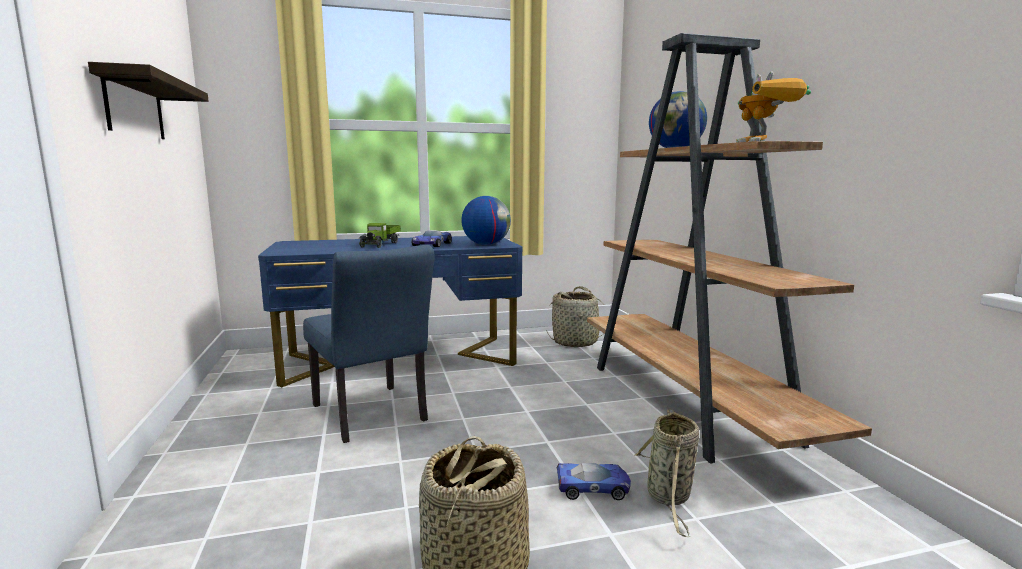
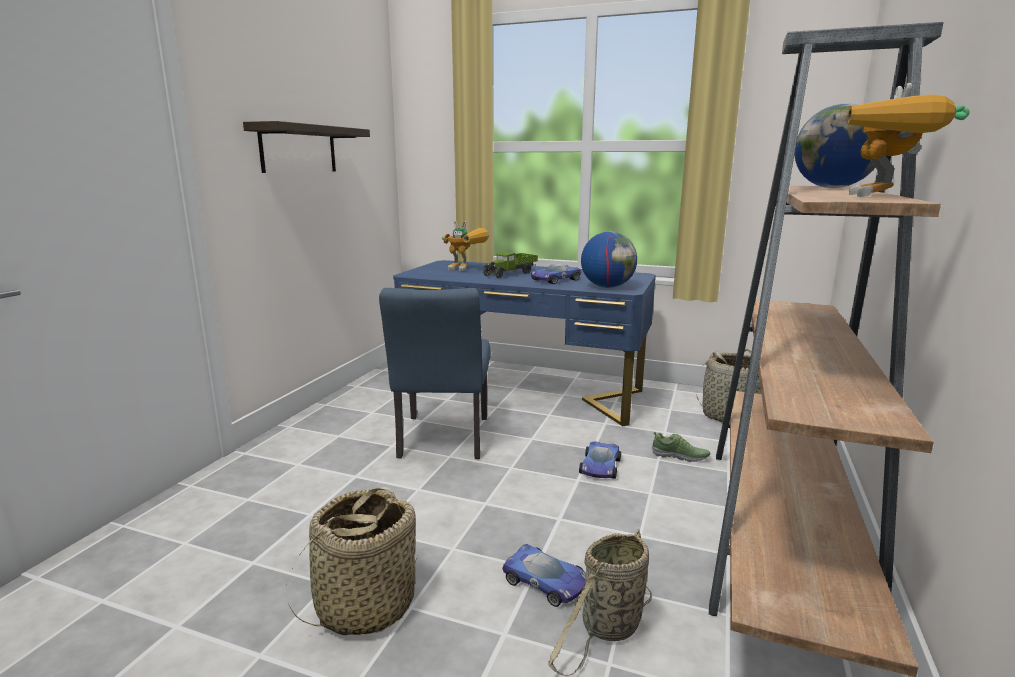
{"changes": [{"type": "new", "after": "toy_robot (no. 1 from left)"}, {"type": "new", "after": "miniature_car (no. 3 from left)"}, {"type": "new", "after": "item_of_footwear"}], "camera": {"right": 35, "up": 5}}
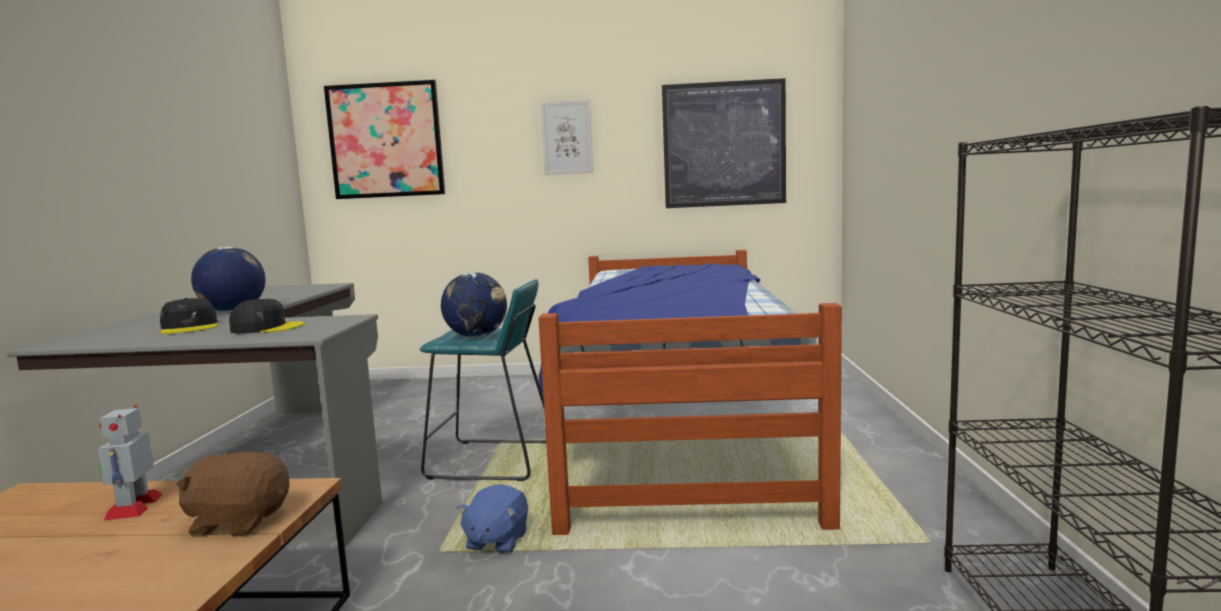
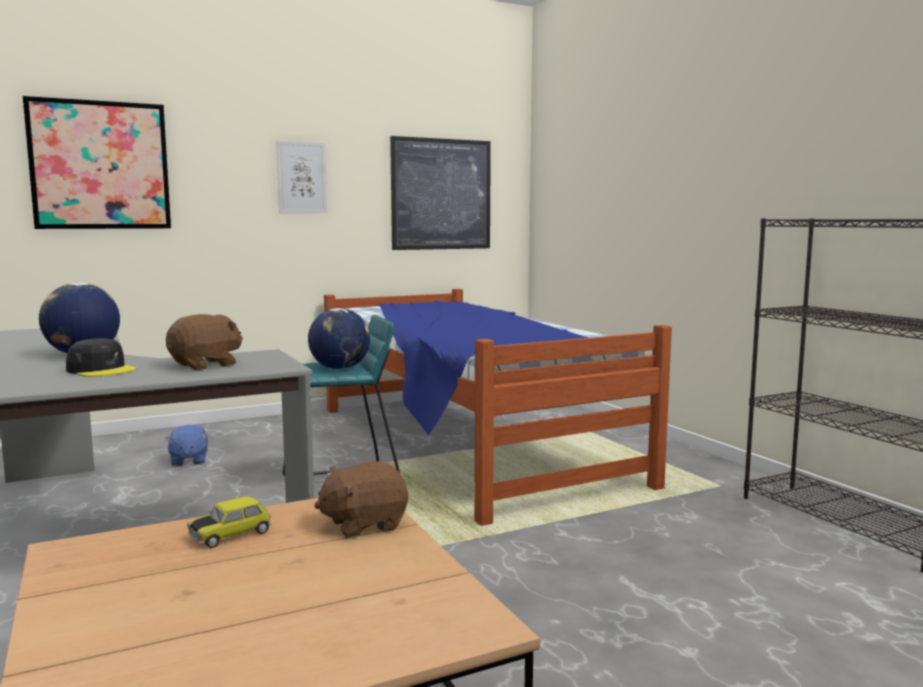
{"changes": [{"type": "shifted", "before": "blue_soft_toy"}, {"type": "swapped", "before": "blackish_peaked_cap (no. 2 from left)", "after": "brownish_soft_toy (no. 1 from left)"}, {"type": "swapped", "before": "toy_robot", "after": "miniature_car"}], "camera": {"right": -30, "up": 0}}
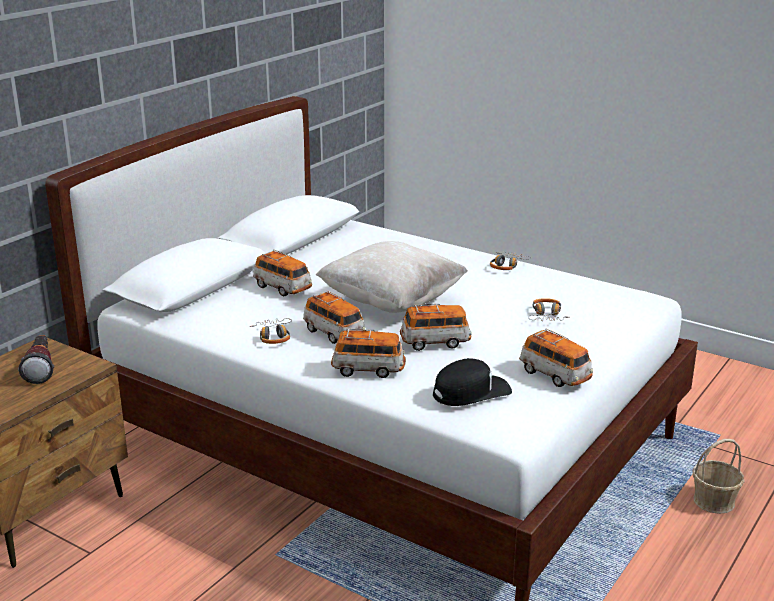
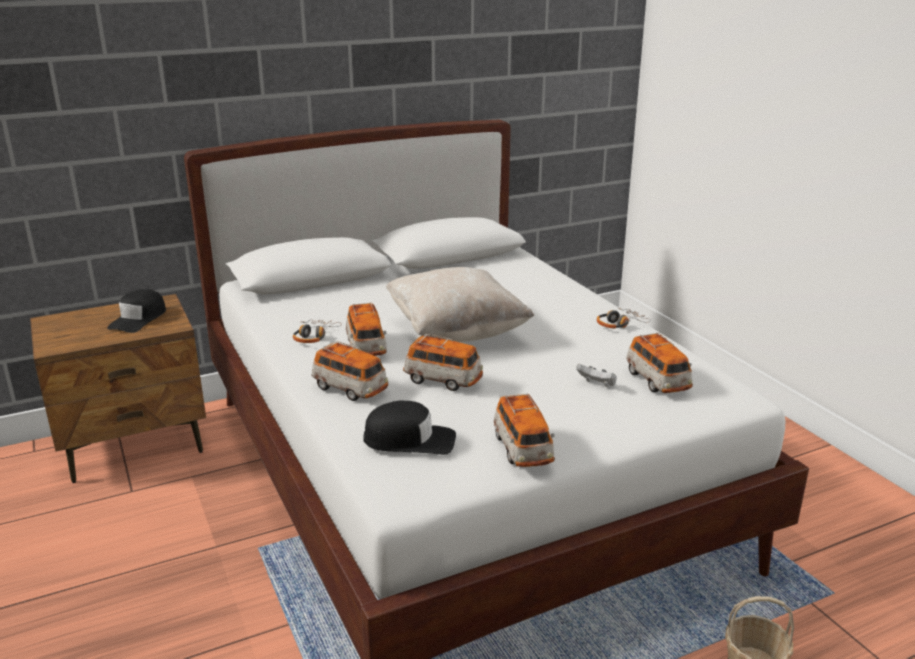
{"changes": [{"type": "swapped", "before": "torch", "after": "blackish_peaked_cap (no. 1 from left)"}, {"type": "swapped", "before": "headphones (no. 3 from left)", "after": "white_joypad"}, {"type": "shifted", "before": "miniature_car (no. 1 from left in the first image)", "after": "miniature_car (no. 5 from left)"}], "camera": {"right": 30, "up": 0}}
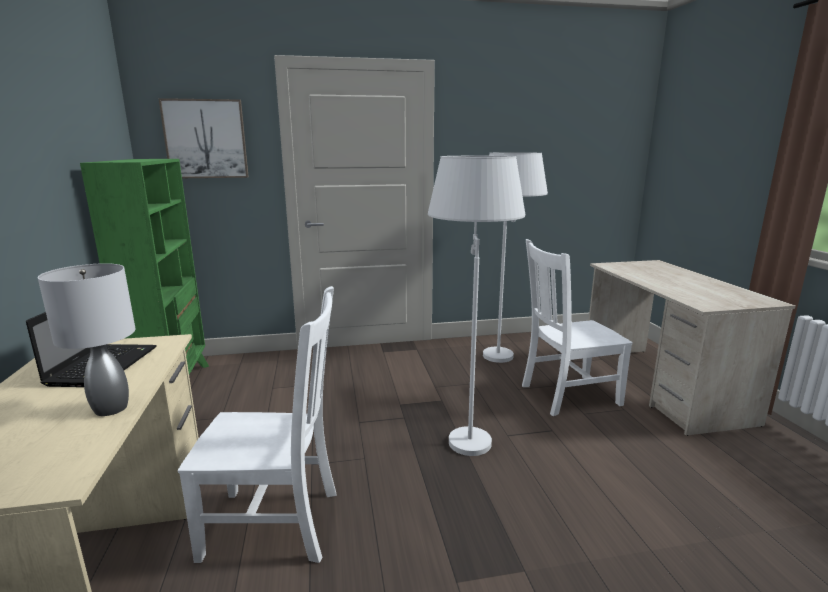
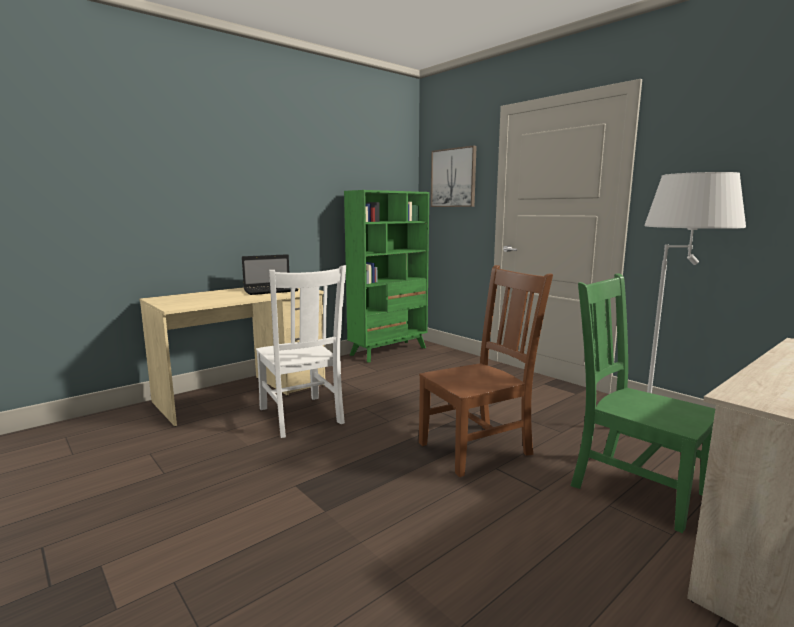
{"changes": [{"type": "swapped", "before": "white_standing_lamp (no. 1 from left)", "after": "brownish_chair"}, {"type": "repainted", "before": "white_chair (no. 2 from left)", "after": "greenish_chair"}, {"type": "gone", "before": "greyish_lamp_for_a_table"}], "camera": {"right": 60, "up": -5}}
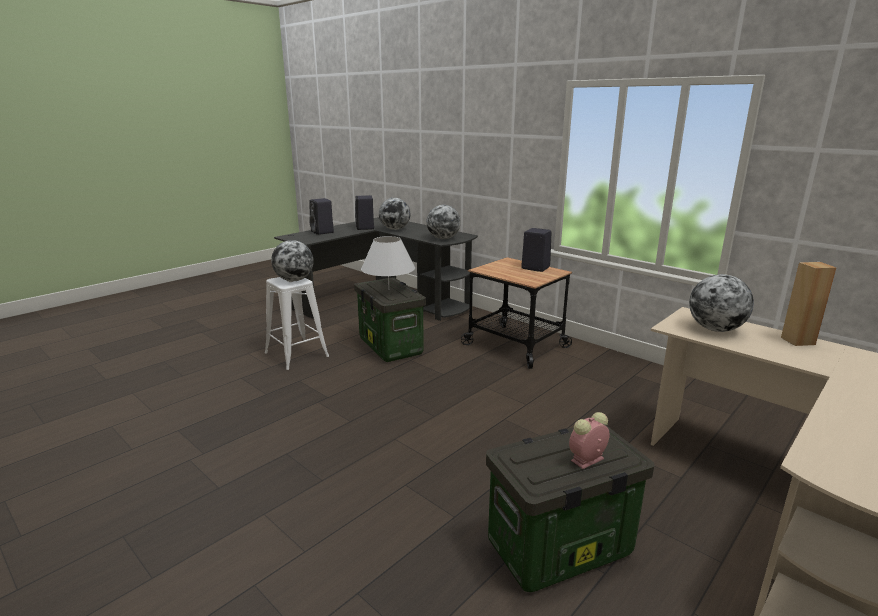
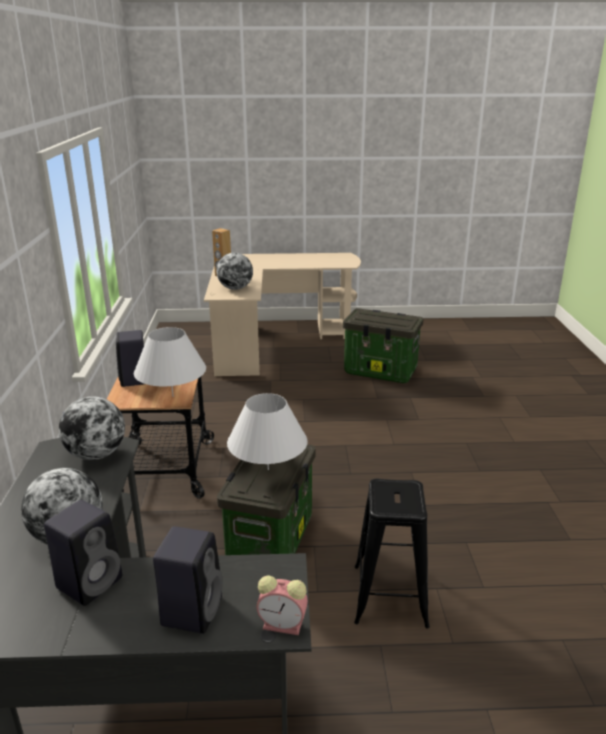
{"changes": [{"type": "new", "after": "white_lamp_for_a_table (no. 1 from left)"}, {"type": "shifted", "before": "bedside_clock"}, {"type": "repainted", "before": "white_stool_seat", "after": "blackish_stool_seat"}, {"type": "gone", "before": "globe (no. 1 from left)"}], "camera": {"right": -135, "up": 5}}
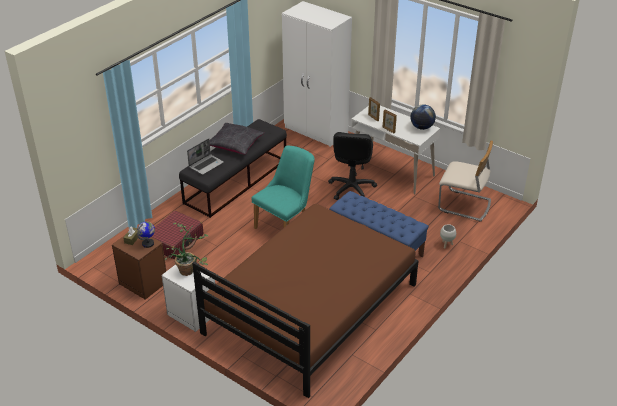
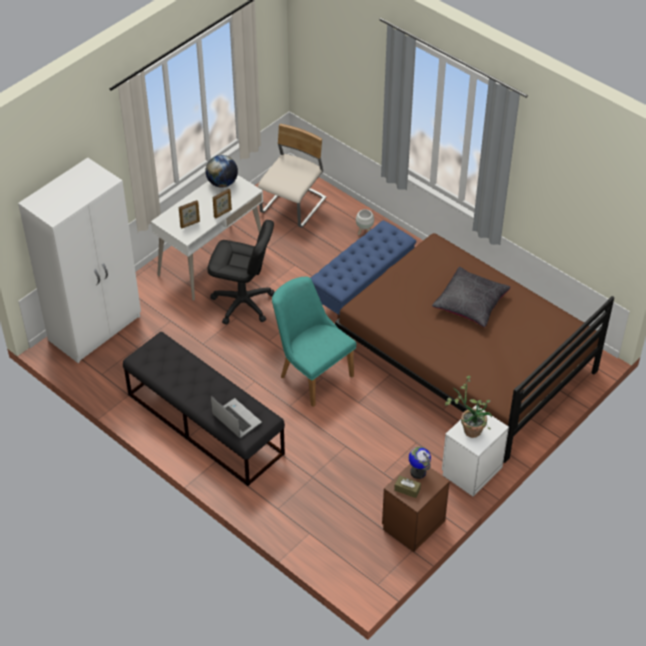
{"changes": [{"type": "shifted", "before": "blackish_pillow"}, {"type": "gone", "before": "red_suitcase"}], "camera": {"right": -85, "up": 10}}
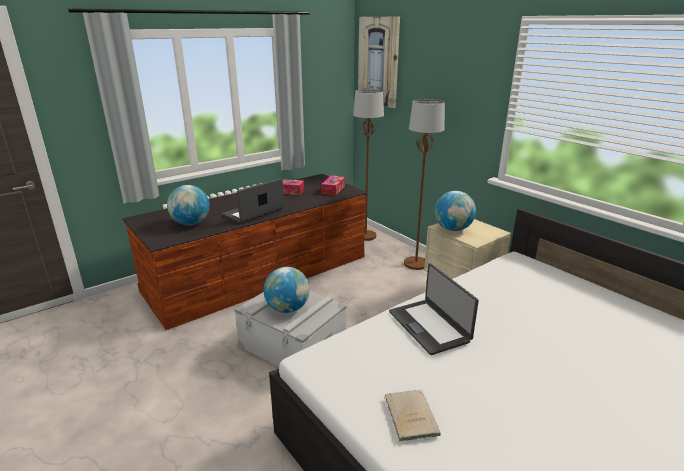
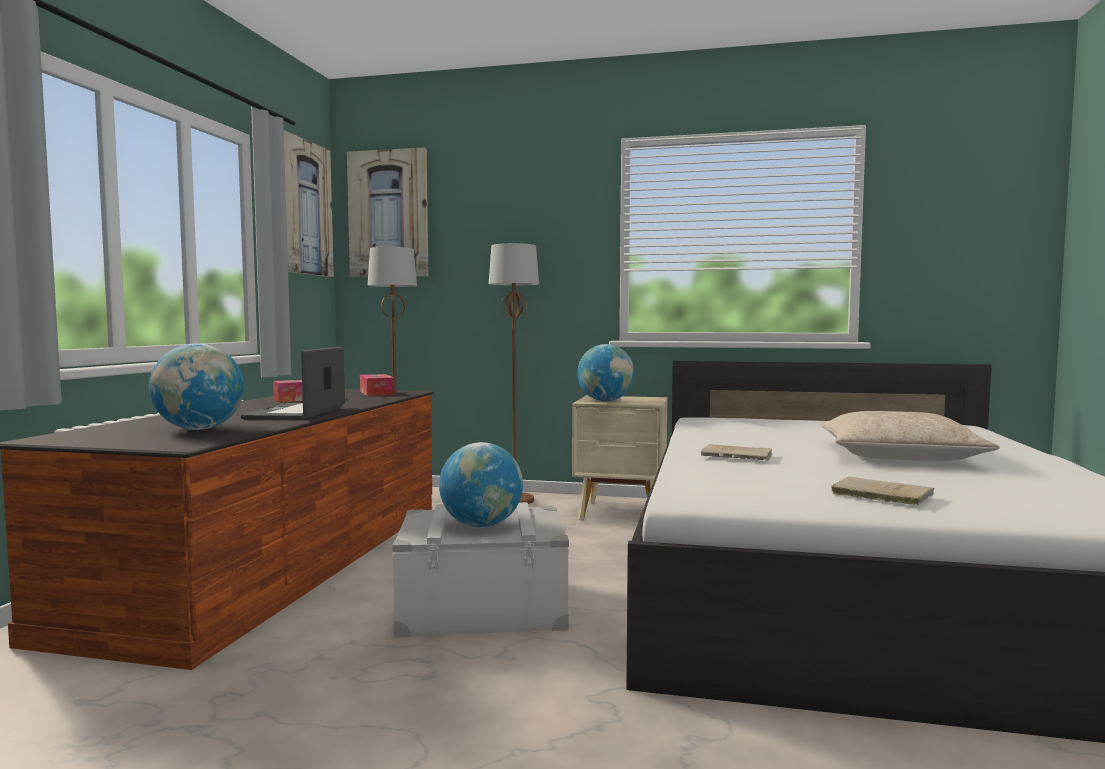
{"changes": [{"type": "new", "after": "wall_picture (no. 1 from left)"}, {"type": "swapped", "before": "laptop (no. 2 from left)", "after": "beige_volume (no. 1 from left)"}, {"type": "new", "after": "beige_pillow"}], "camera": {"right": -40, "up": -20}}
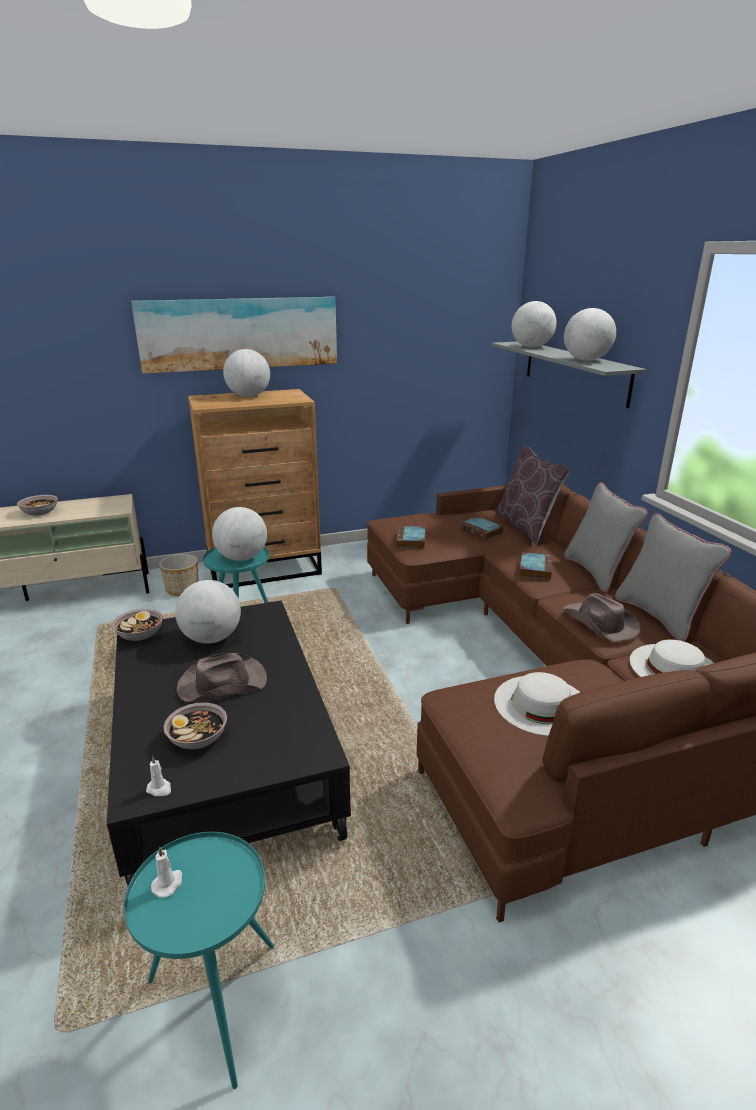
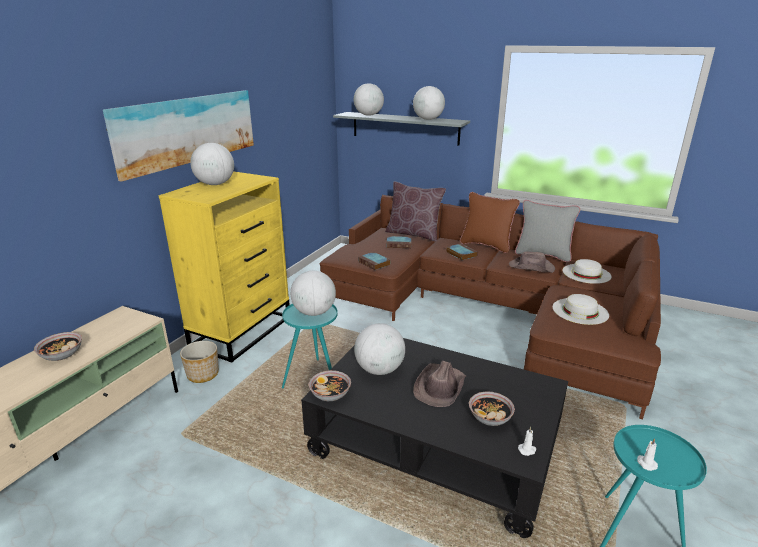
{"changes": [{"type": "repainted", "before": "brownish_drawer_chest", "after": "yellowish_drawer_chest"}, {"type": "repainted", "before": "greyish_pillow (no. 1 from left)", "after": "brownish_pillow (no. 2 from left)"}], "camera": {"right": -45, "up": 0}}
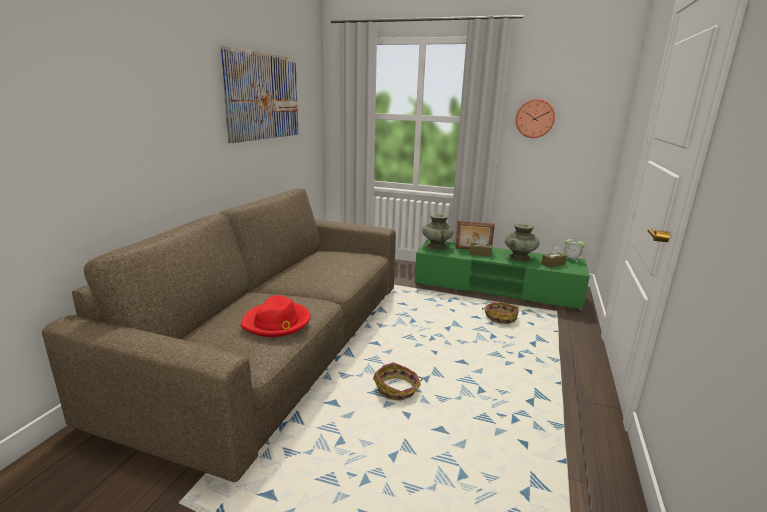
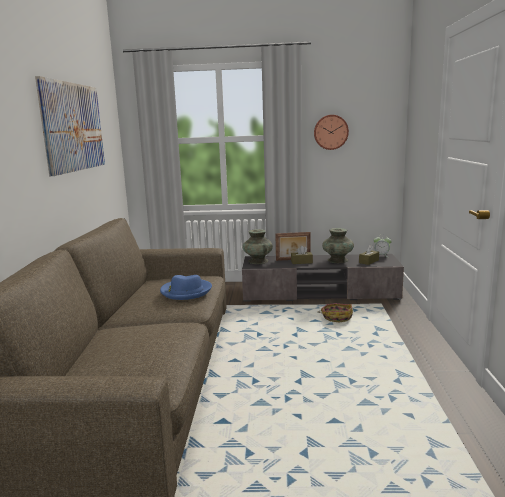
{"changes": [{"type": "new", "after": "blue_hat"}, {"type": "repainted", "before": "greenish_tv_unit", "after": "greyish_tv_unit"}, {"type": "gone", "before": "red_hat"}, {"type": "gone", "before": "storage_basket (no. 1 from left)"}], "camera": {"right": -15, "up": -5}}
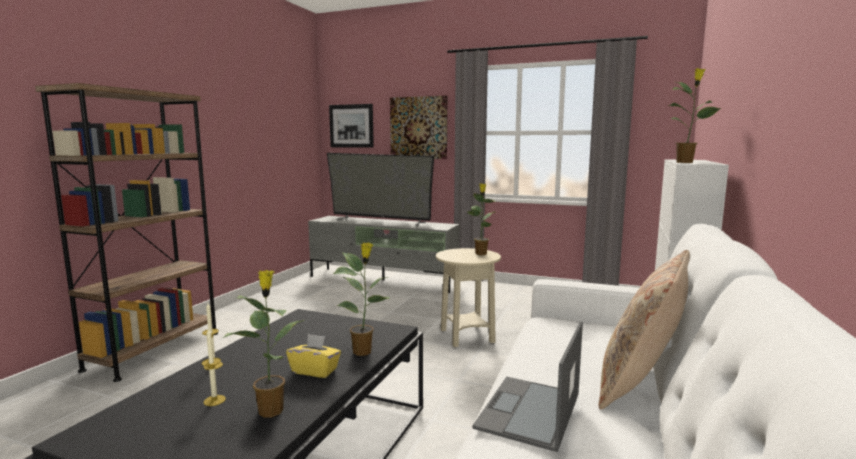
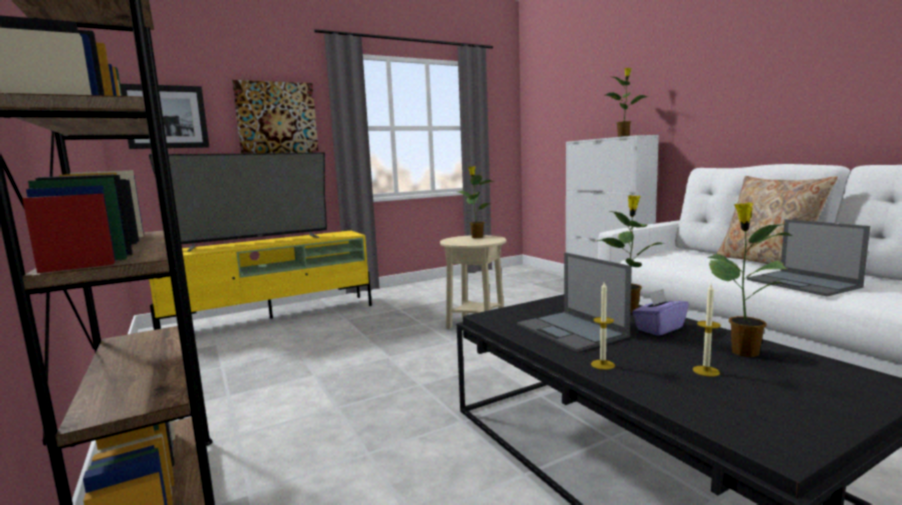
{"changes": [{"type": "repainted", "before": "greyish_tv_unit", "after": "yellowish_tv_unit"}, {"type": "new", "after": "laptop (no. 1 from left)"}, {"type": "repainted", "before": "yellowish_tissue_holder", "after": "purplish_tissue_holder"}], "camera": {"right": -50, "up": 0}}
